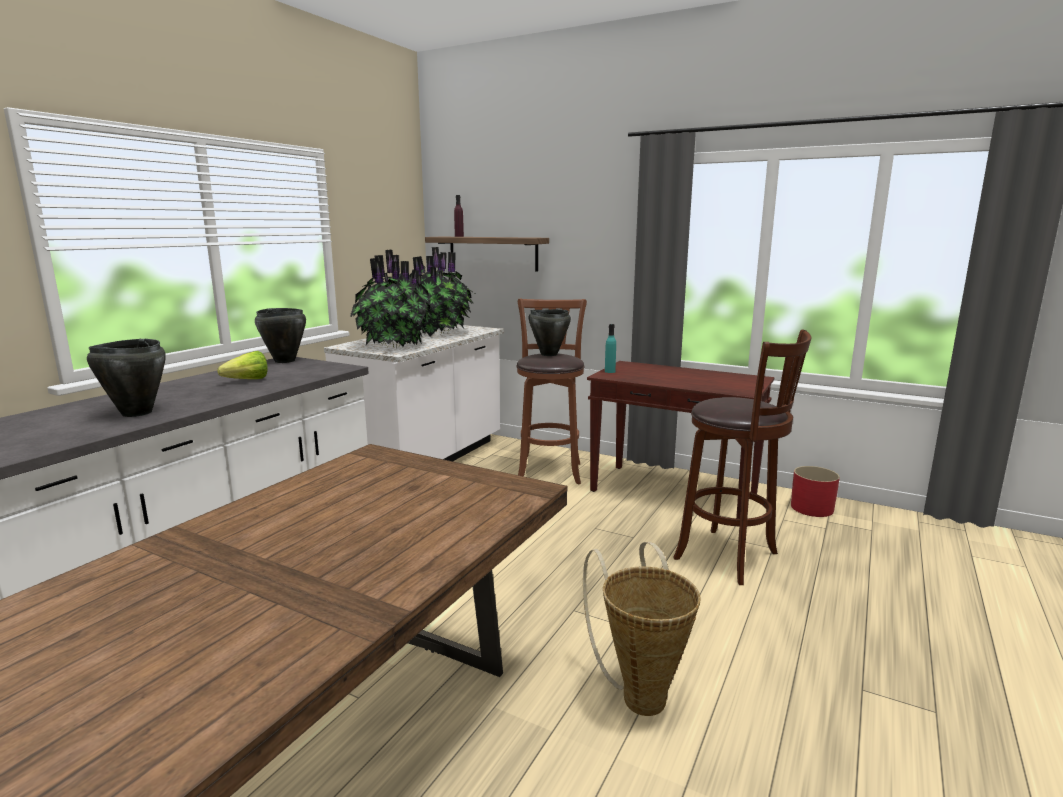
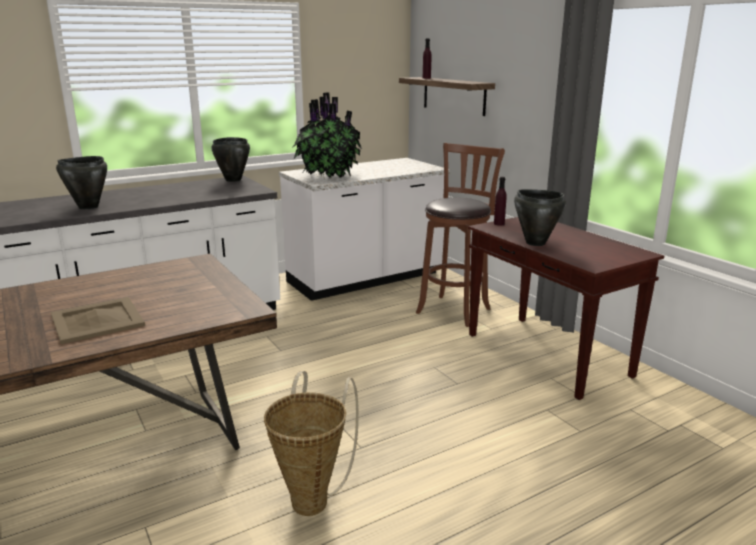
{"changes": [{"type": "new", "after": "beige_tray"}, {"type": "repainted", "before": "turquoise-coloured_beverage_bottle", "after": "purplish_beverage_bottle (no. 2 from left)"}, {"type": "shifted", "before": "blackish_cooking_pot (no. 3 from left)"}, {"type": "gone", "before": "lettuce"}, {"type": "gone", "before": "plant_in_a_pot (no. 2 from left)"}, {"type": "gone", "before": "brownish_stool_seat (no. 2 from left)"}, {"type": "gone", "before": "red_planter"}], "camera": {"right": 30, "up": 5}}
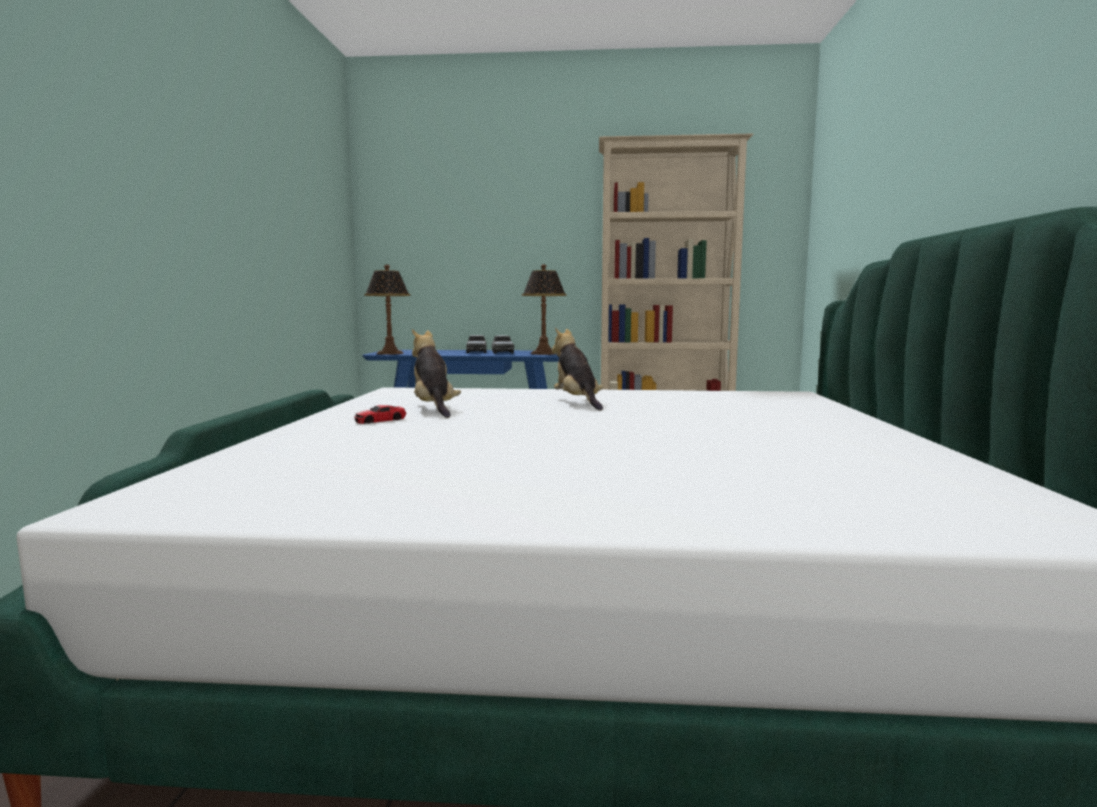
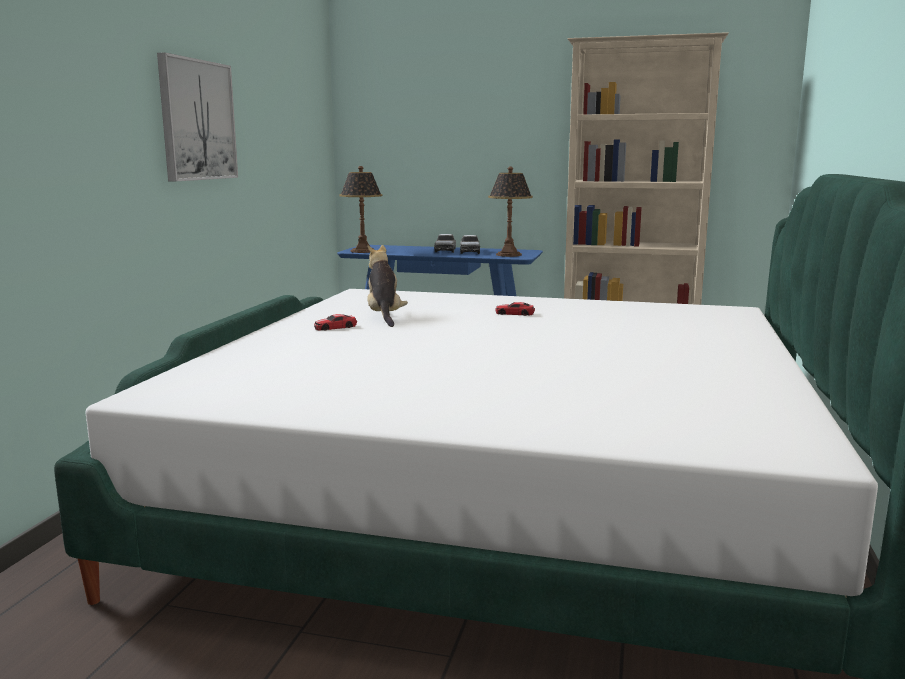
{"changes": [{"type": "new", "after": "wall_picture"}, {"type": "swapped", "before": "soft_toy (no. 2 from left)", "after": "miniature_car (no. 2 from left)"}], "camera": {"right": 10, "up": 5}}
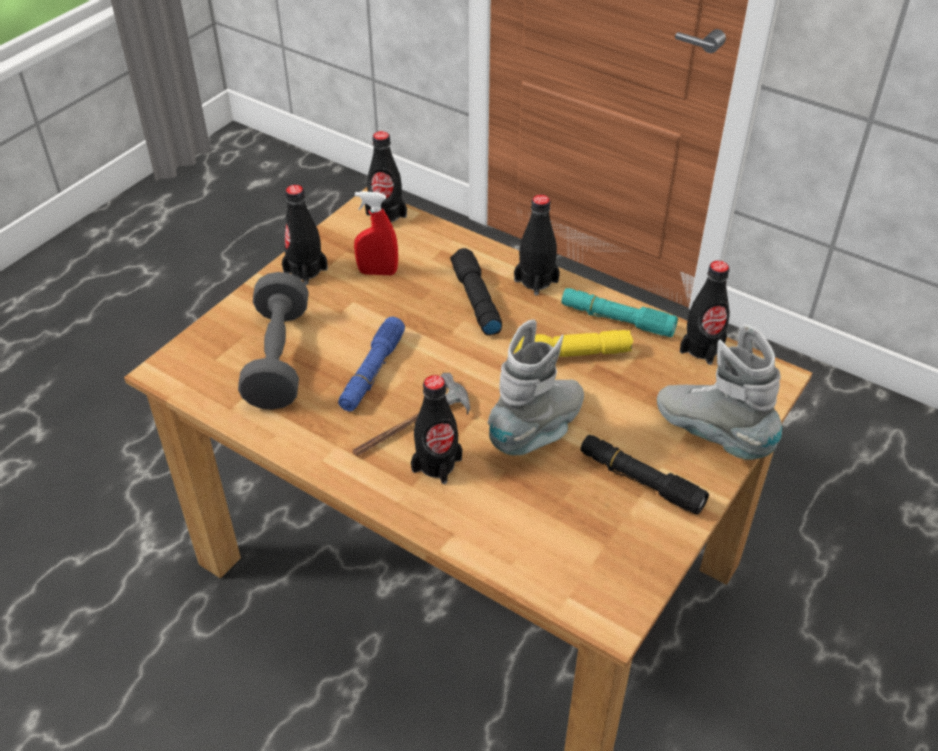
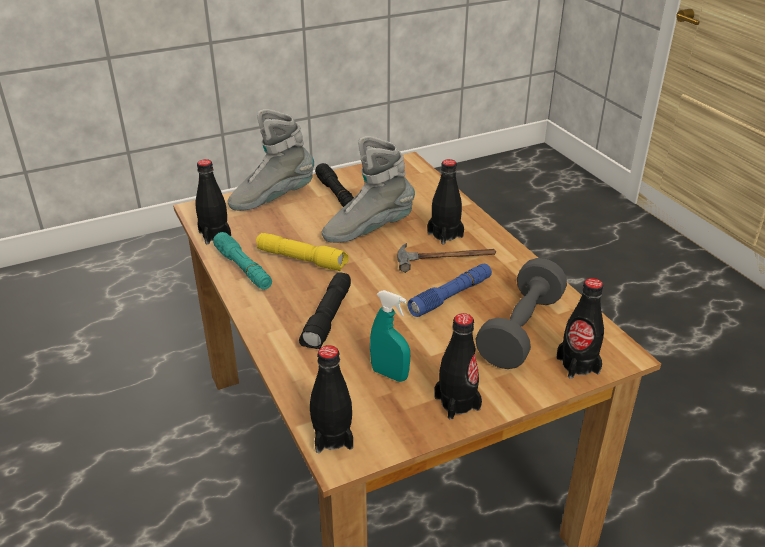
{"changes": [{"type": "rotated", "before": "greyish_high-top_boot (no. 2 from left in the first image)", "turn": 75}, {"type": "repainted", "before": "red_hand_sprayer", "after": "turquoise-coloured_hand_sprayer"}, {"type": "shifted", "before": "blackish_beverage_bottle (no. 4 from left in the first image)", "after": "blackish_beverage_bottle (no. 5 from left)"}], "camera": {"right": -150, "up": -10}}
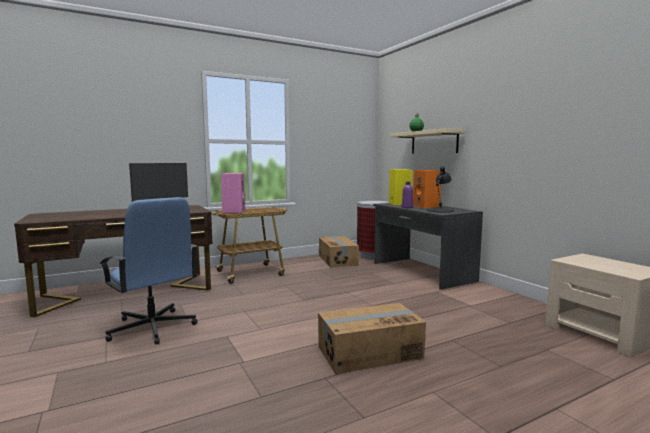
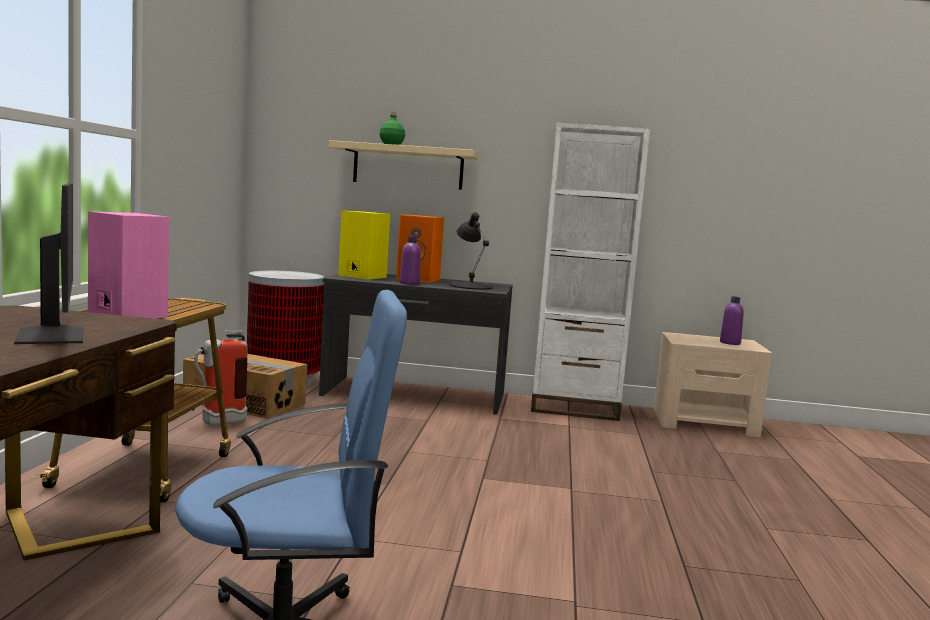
{"changes": [{"type": "new", "after": "fire-fighting_cylinder"}, {"type": "new", "after": "white_shelving_unit"}, {"type": "new", "after": "purplish_beverage_bottle (no. 2 from left)"}, {"type": "gone", "before": "carton (no. 2 from left)"}], "camera": {"right": -55, "up": 0}}
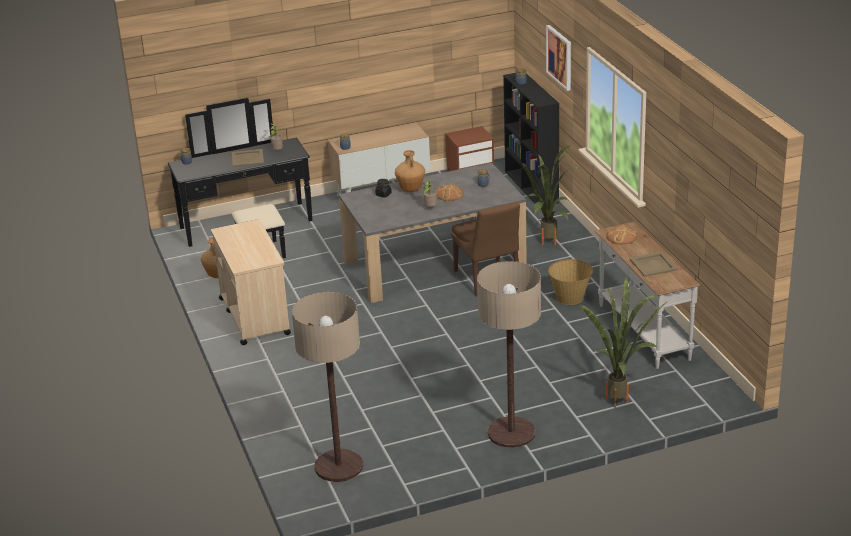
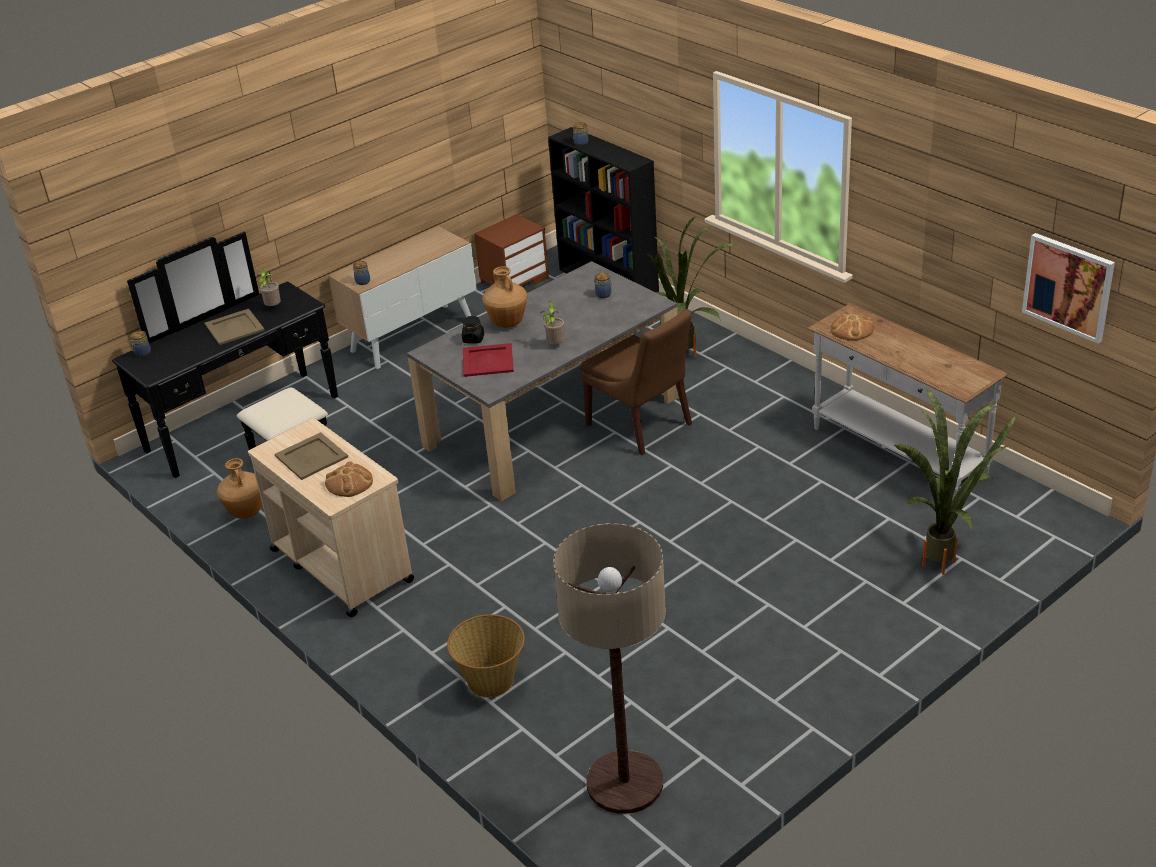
{"changes": [{"type": "shifted", "before": "beige_tray (no. 2 from left)"}, {"type": "shifted", "before": "bread (no. 1 from left)"}, {"type": "shifted", "before": "storage_basket"}, {"type": "new", "after": "red_tray"}, {"type": "shifted", "before": "wall_picture"}, {"type": "gone", "before": "standing_lamp (no. 2 from left)"}], "camera": {"right": -20, "up": 5}}
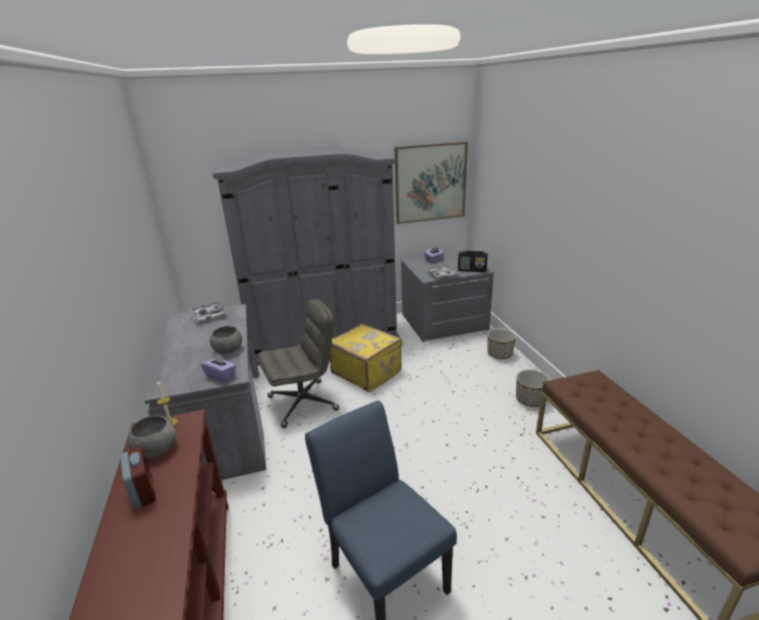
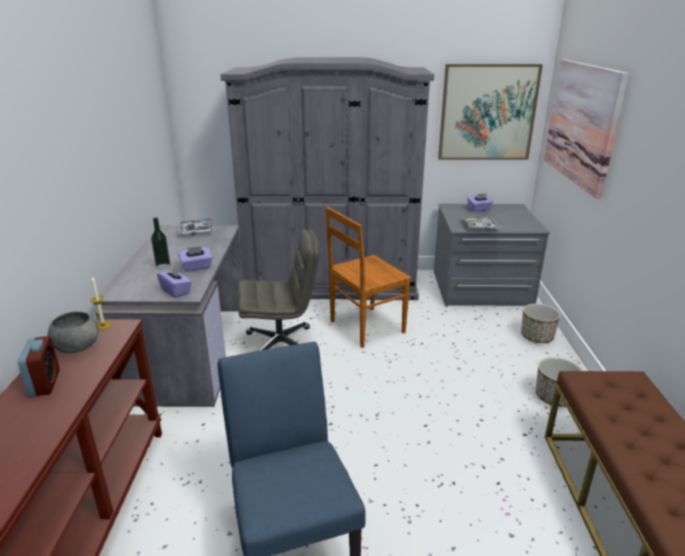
{"changes": [{"type": "new", "after": "beverage_bottle"}, {"type": "swapped", "before": "greyish_bowl (no. 2 from left)", "after": "purplish_tissue_holder (no. 2 from left)"}, {"type": "swapped", "before": "yellowish_suitcase", "after": "brownish_chair"}, {"type": "new", "after": "wall_picture (no. 2 from left)"}, {"type": "gone", "before": "radio_receiver"}], "camera": {"right": 15, "up": 0}}
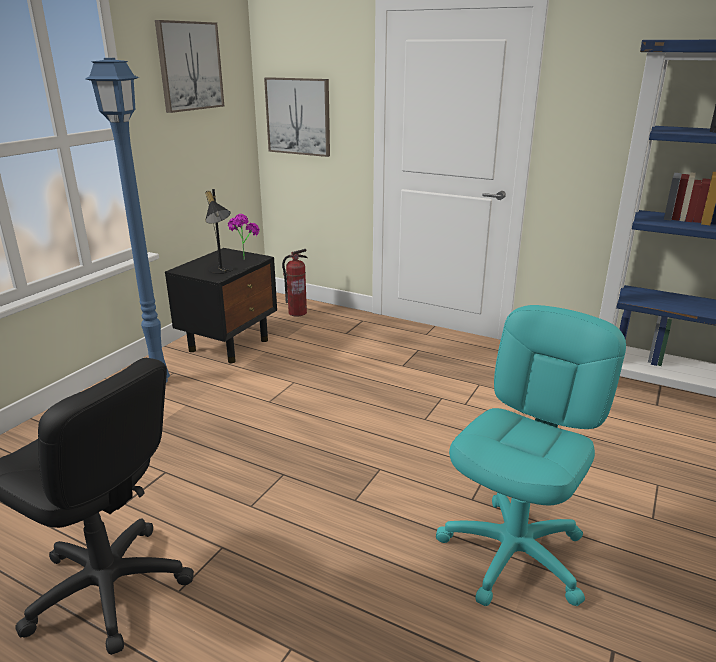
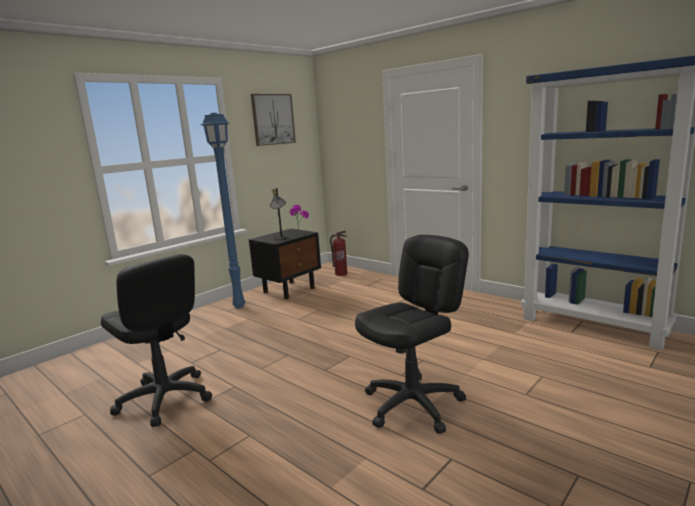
{"changes": [{"type": "repainted", "before": "turquoise-coloured_desk_chair", "after": "blackish_desk_chair (no. 2 from left)"}, {"type": "gone", "before": "wall_picture (no. 2 from left)"}], "camera": {"right": 15, "up": -10}}
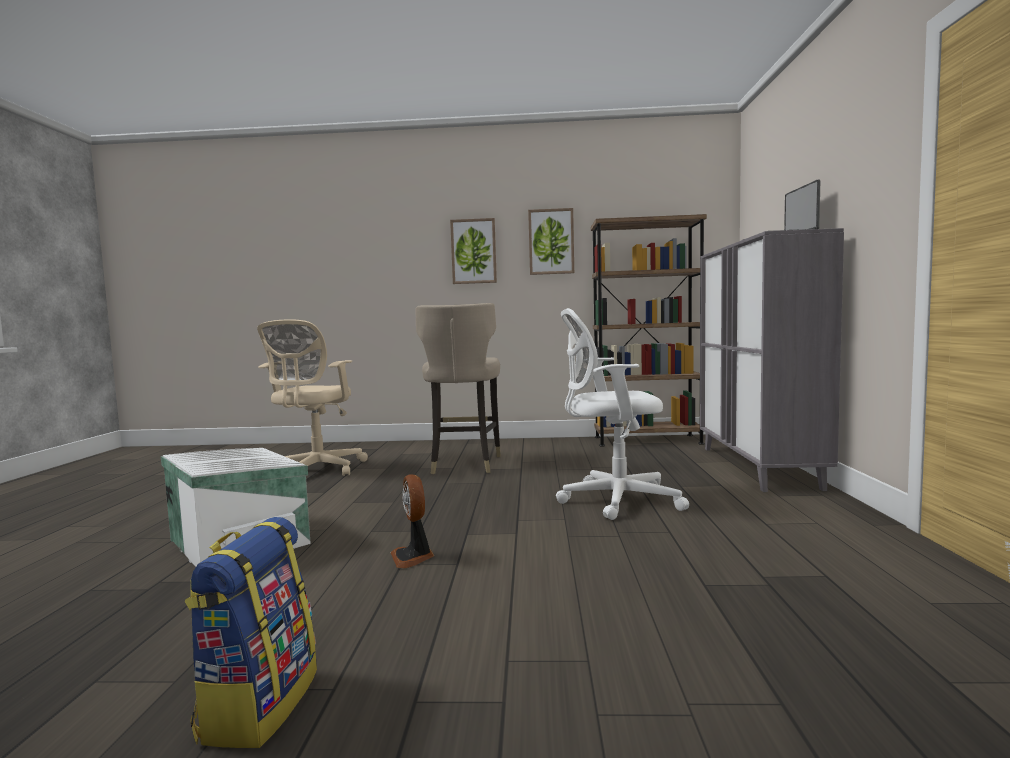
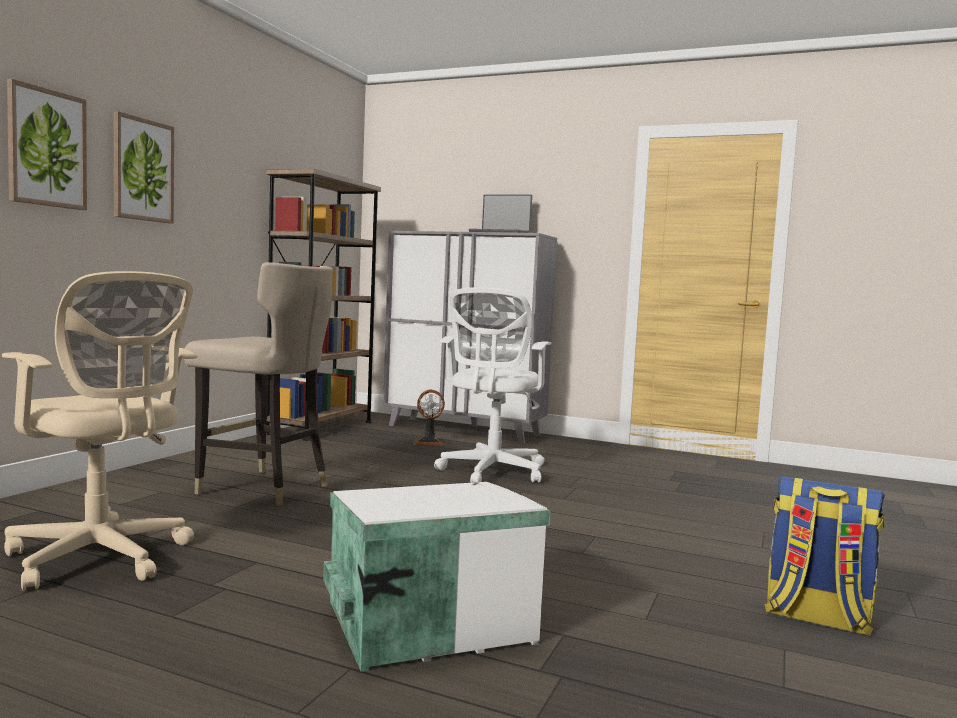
{"changes": [{"type": "shifted", "before": "wall_picture (no. 2 from left in the first image)", "after": "wall_picture (no. 1 from left)"}, {"type": "shifted", "before": "fan"}], "camera": {"right": -70, "up": 0}}
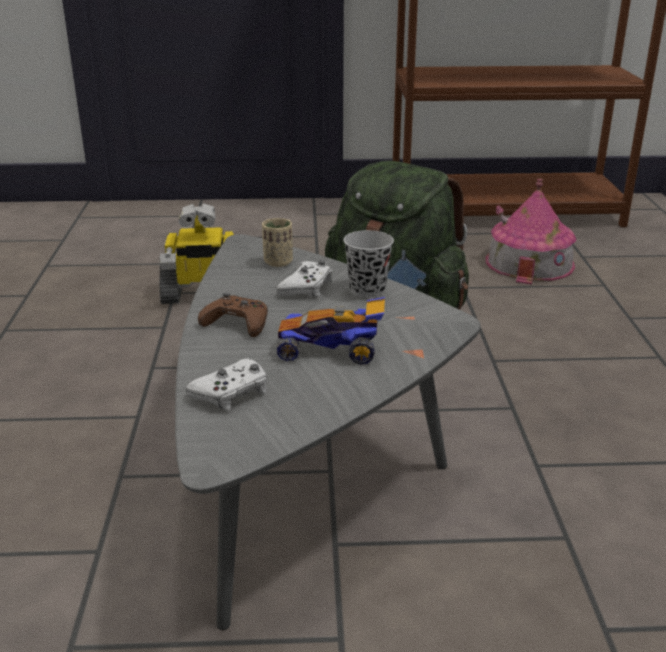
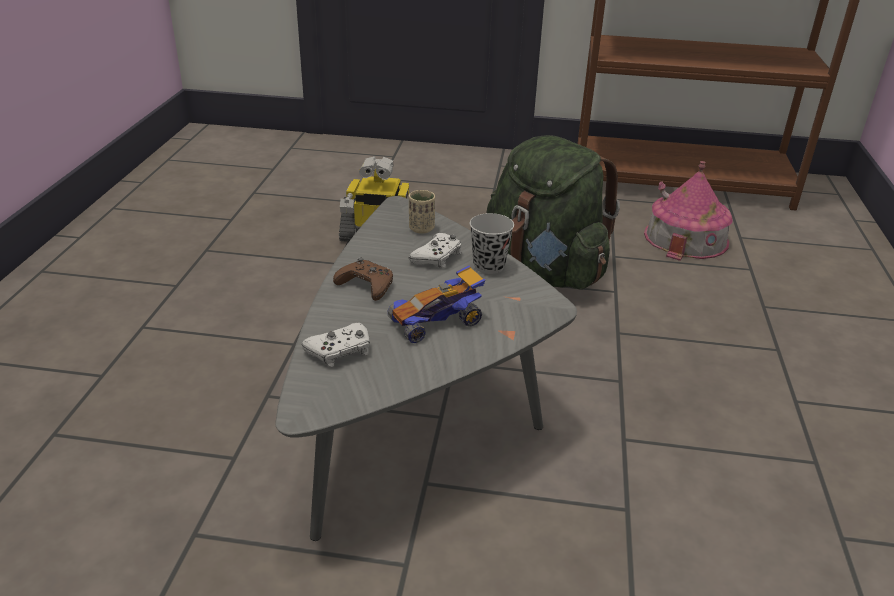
{"changes": [{"type": "rotated", "before": "miniature_car", "turn": -45}], "camera": {"right": 10, "up": 5}}
